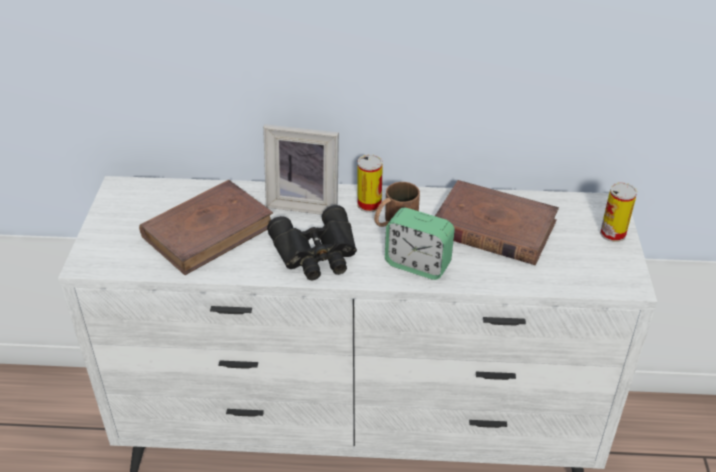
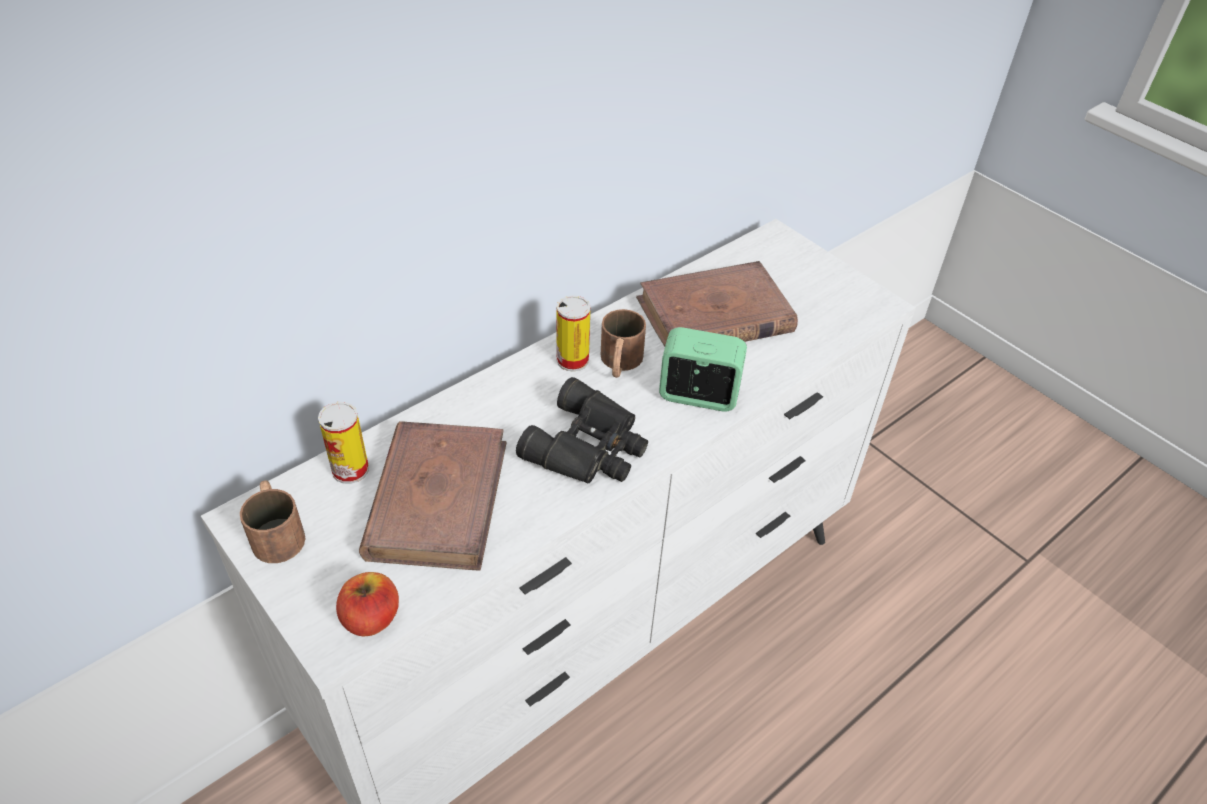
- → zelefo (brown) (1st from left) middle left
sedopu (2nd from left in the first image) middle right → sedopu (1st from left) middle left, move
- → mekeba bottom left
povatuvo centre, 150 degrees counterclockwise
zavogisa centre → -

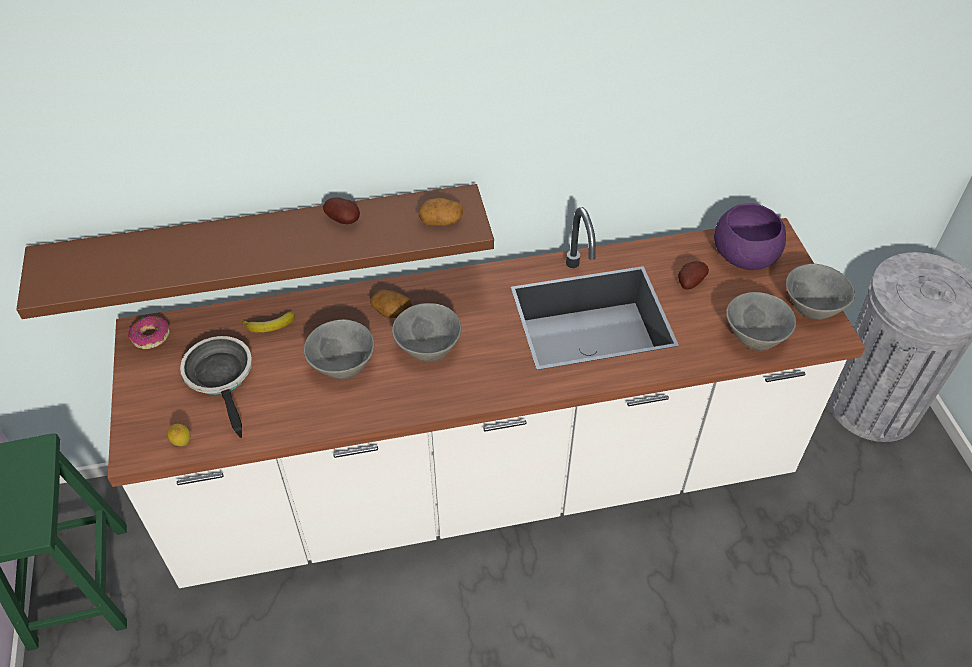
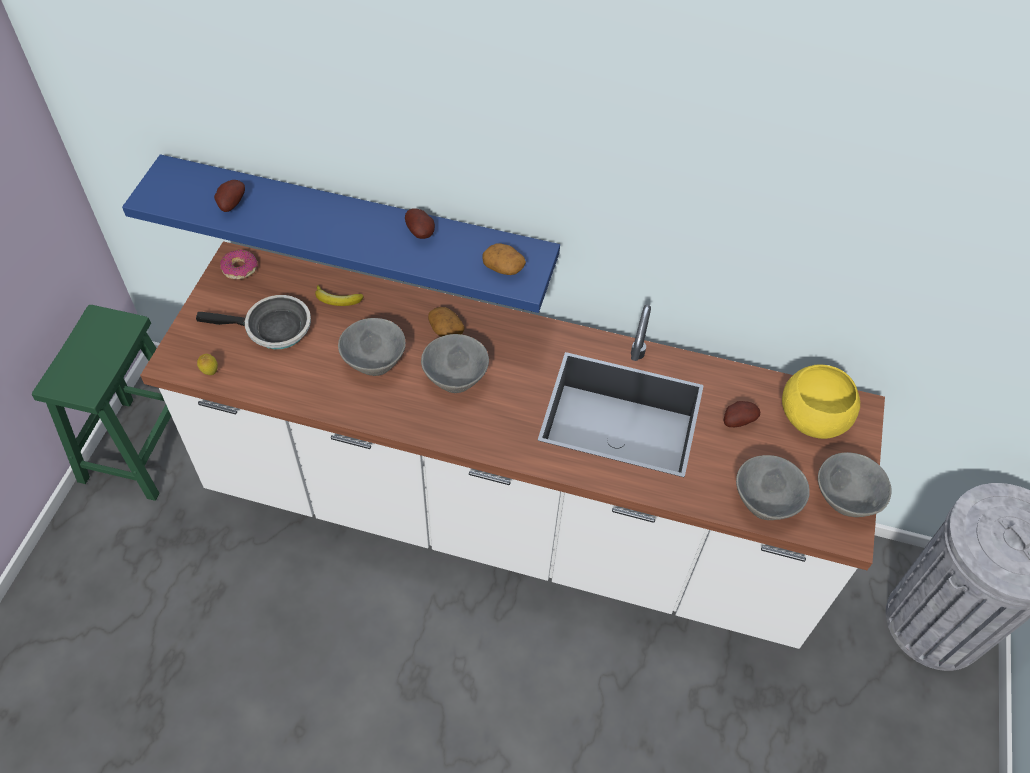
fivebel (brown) middle left → fivebel (blue) top left
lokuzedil middle left, 90 degrees clockwise
- → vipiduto (1st from left) top left
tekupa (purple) middle right → tekupa (yellow) middle right

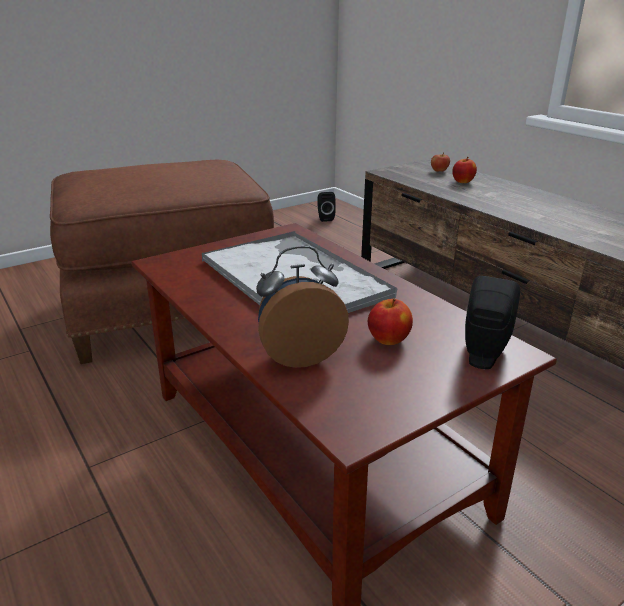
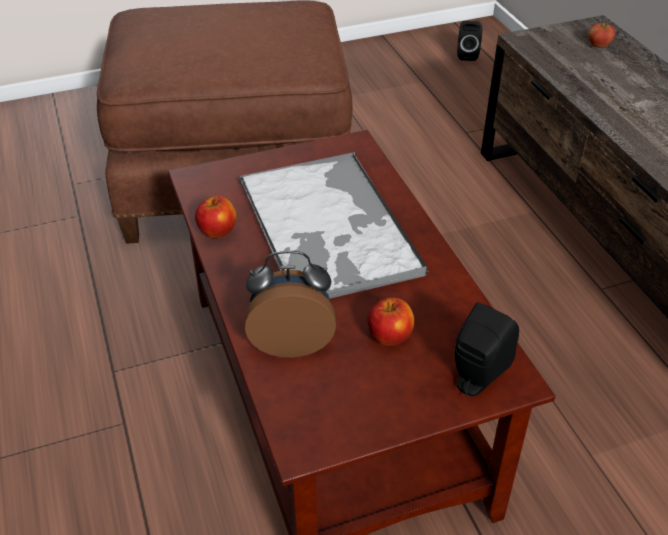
mekeba (3rd from left in the first image) top right → mekeba (1st from left) middle left, move

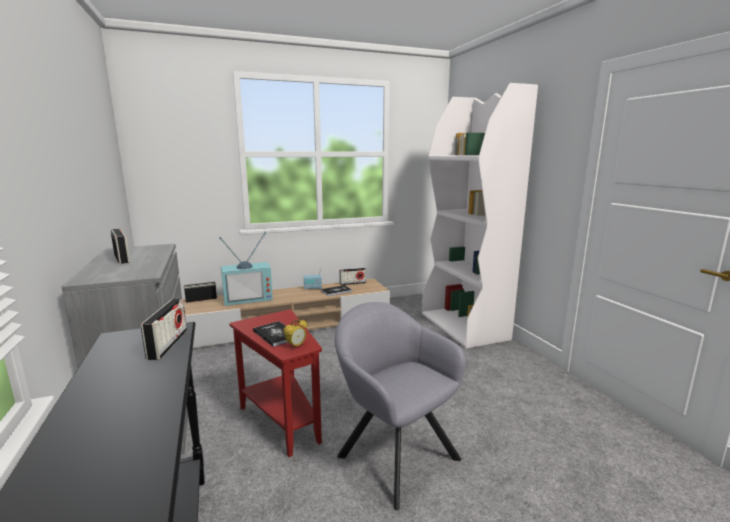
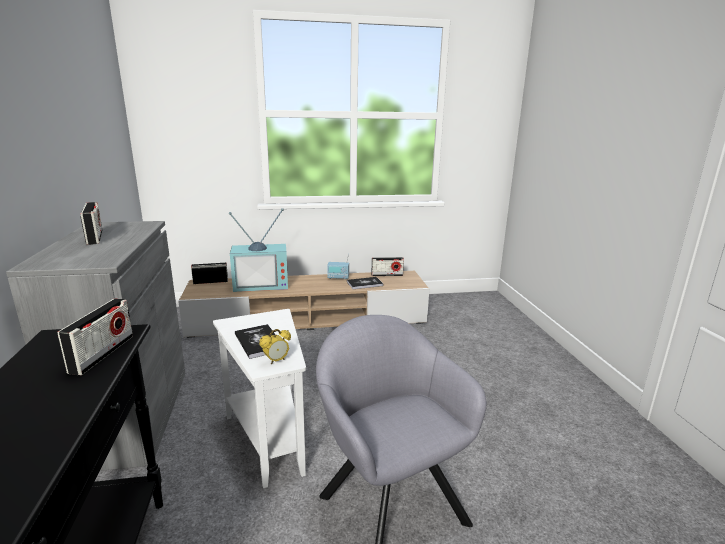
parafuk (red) bottom centre → parafuk (white) bottom centre
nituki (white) centre → -

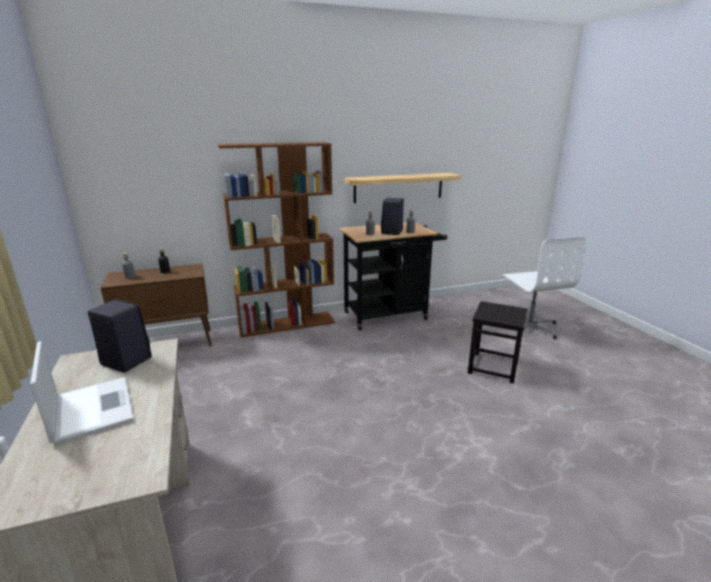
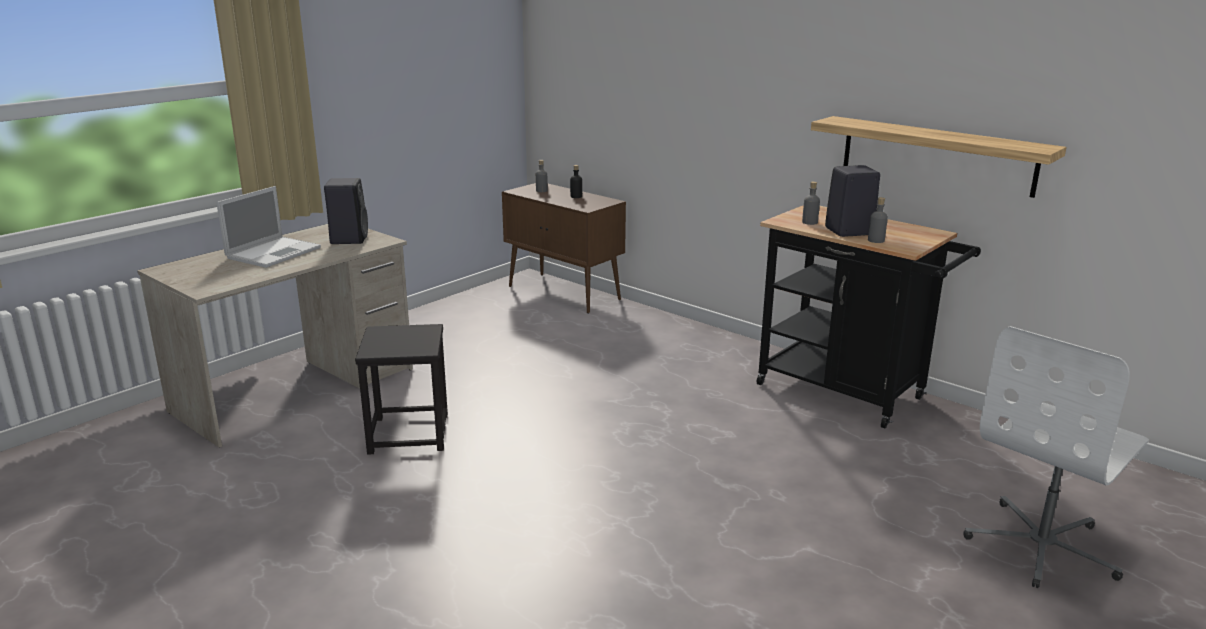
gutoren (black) middle right → gutoren (black) middle left, move
nituki (brown) centre → -

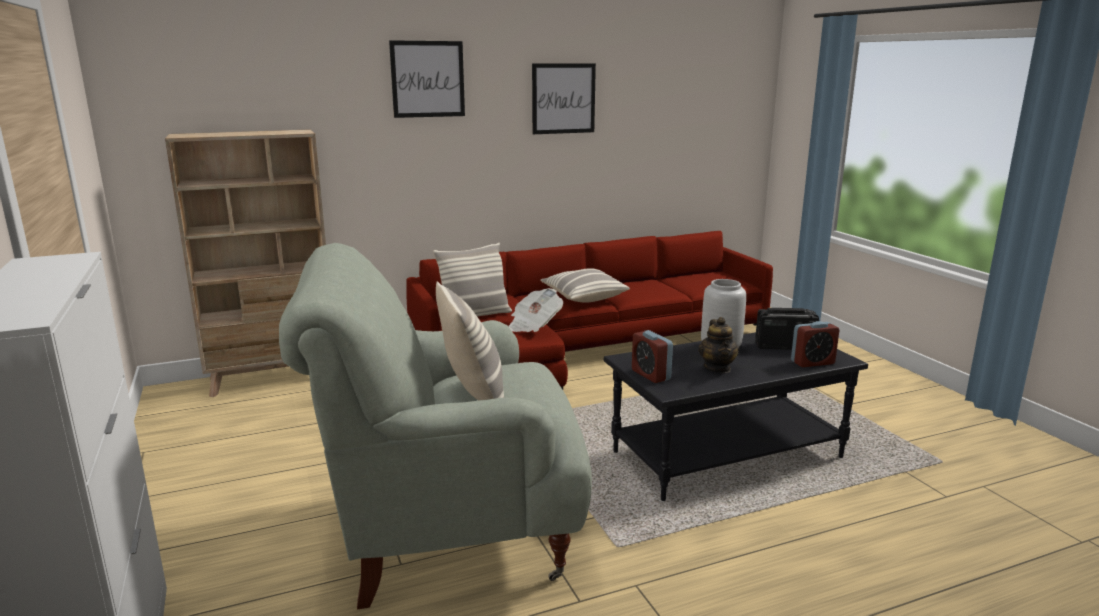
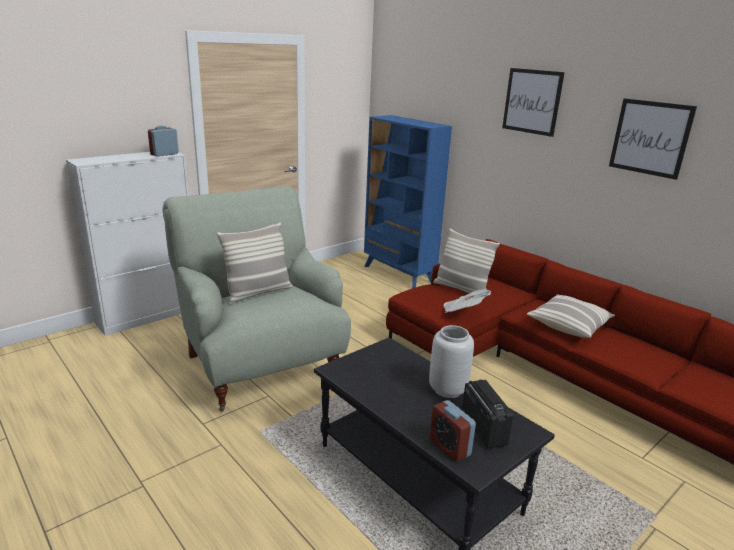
povatuvo (1st from left) centre → povatuvo (1st from left) top left, move
nituki (beige) middle left → nituki (blue) centre
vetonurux centre → -

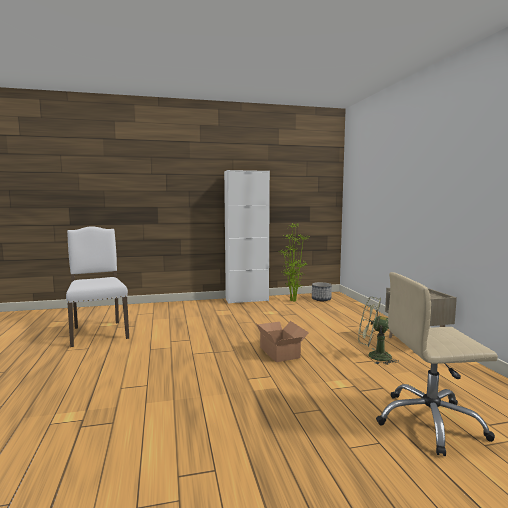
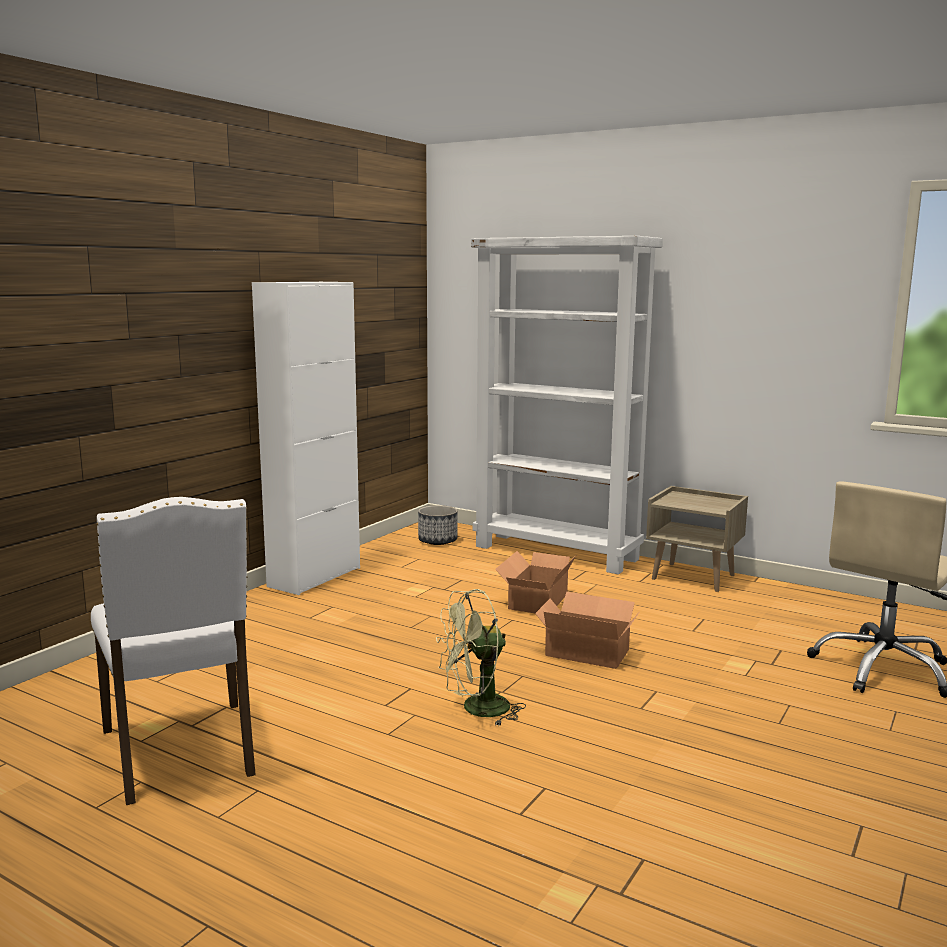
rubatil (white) middle left → rubatil (white) bottom left, 135 degrees counterclockwise
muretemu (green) middle right → muretemu (green) bottom centre, move
- → nituki (white) centre
- → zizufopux (1st from left) centre
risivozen centre → -

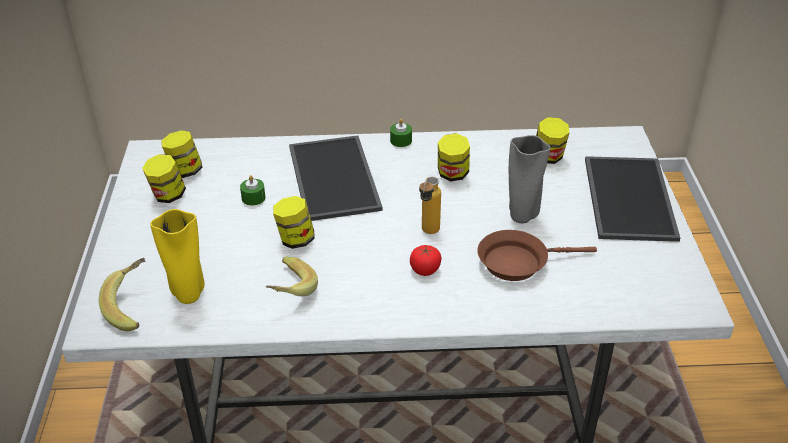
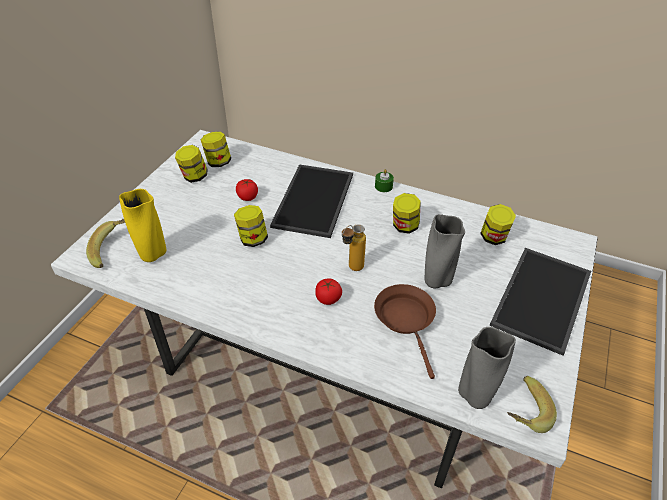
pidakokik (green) (1st from left) middle left → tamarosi (1st from left) centre
lokuzedil (brown) middle right → lokuzedil (brown) centre, 60 degrees clockwise
- → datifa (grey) (2nd from left) bottom right
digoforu (2nd from left) centre → digoforu (2nd from left) bottom right, move

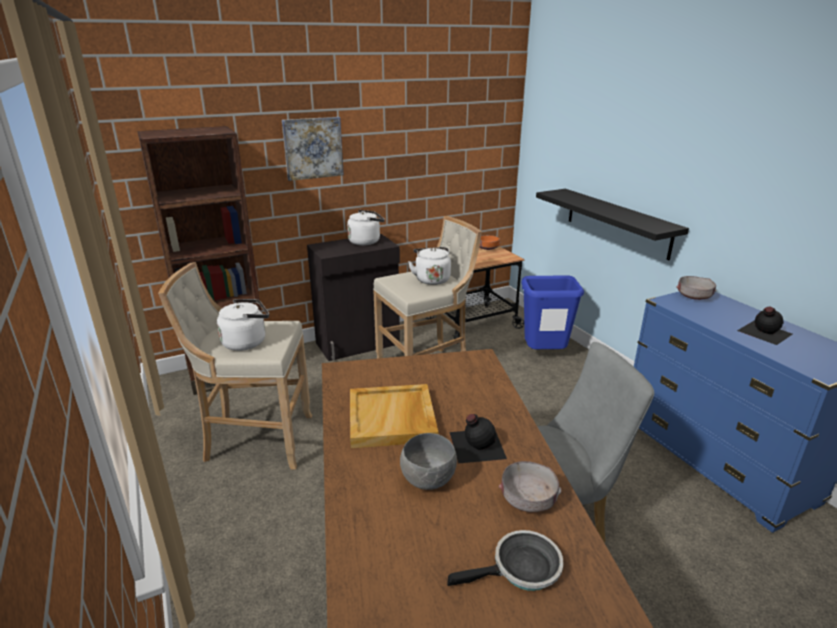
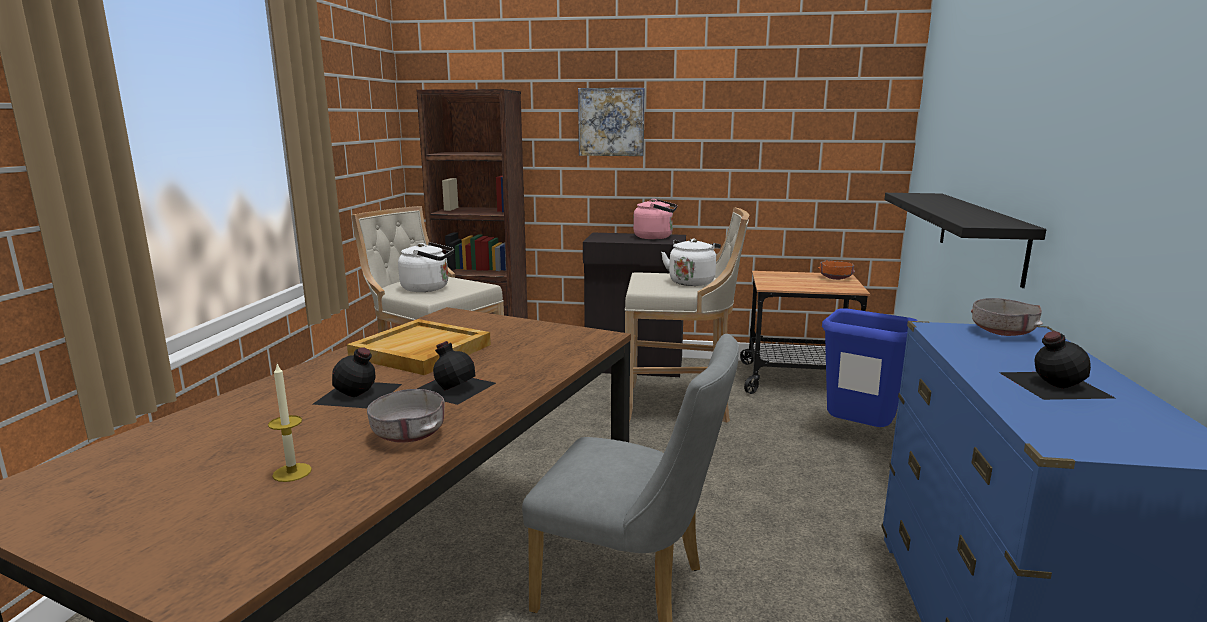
lokuzedil bottom centre → pidakokik bottom left
tekupa (grey) (1st from left) bottom centre → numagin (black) (1st from left) middle left
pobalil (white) (2nd from left) centre → pobalil (pink) centre

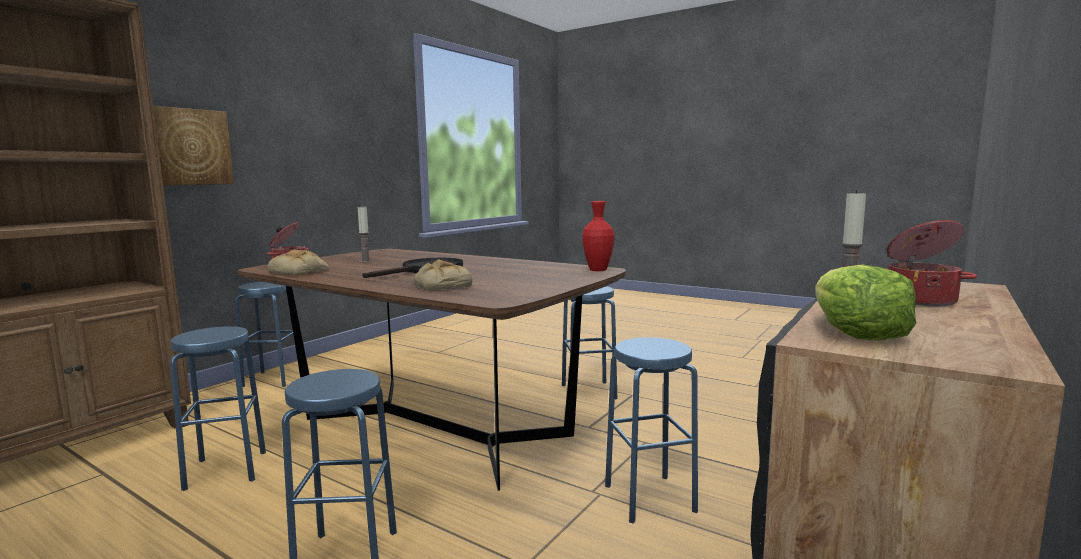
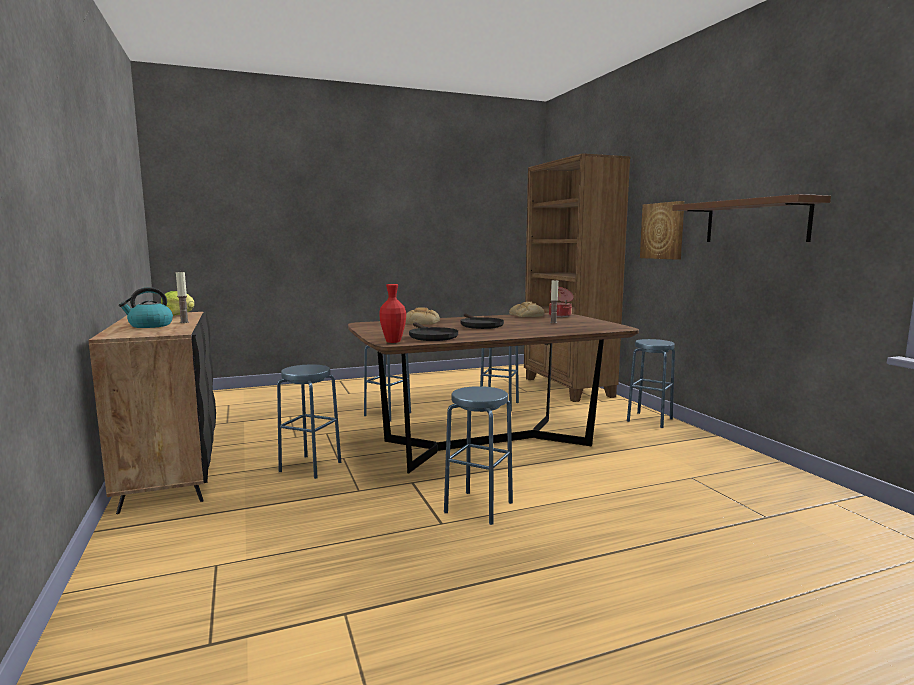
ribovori (2nd from left) middle right → pobalil middle left
- → lokuzedil (black) (1st from left) centre
- → fivebel (brown) top right

